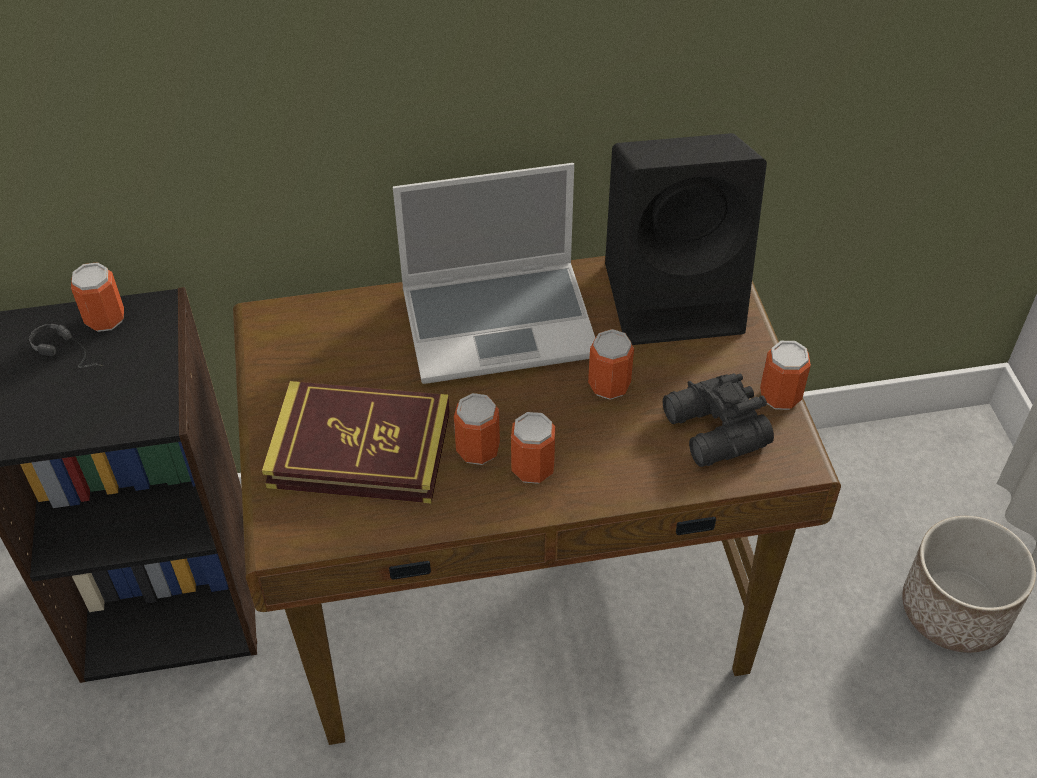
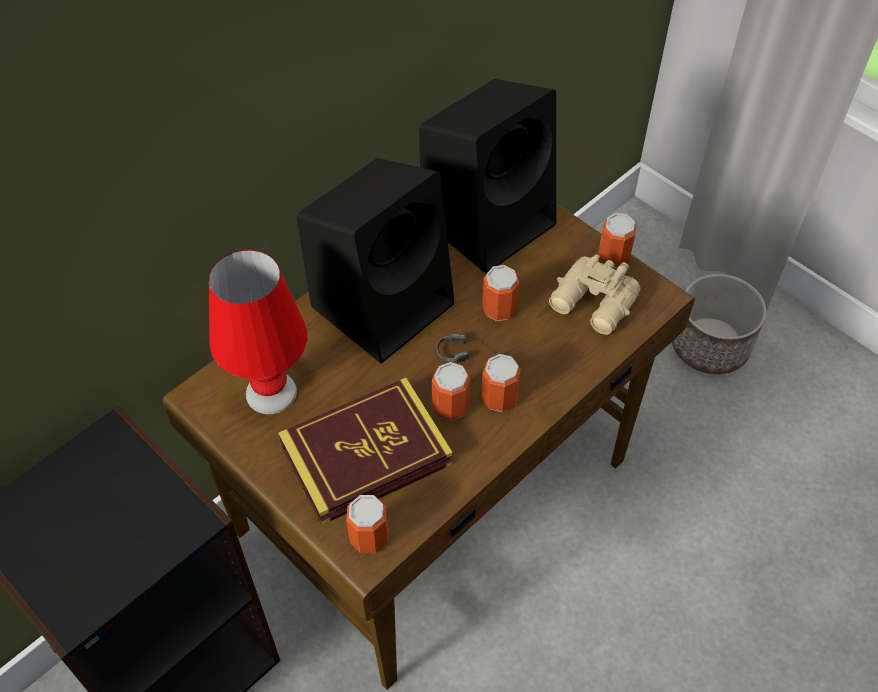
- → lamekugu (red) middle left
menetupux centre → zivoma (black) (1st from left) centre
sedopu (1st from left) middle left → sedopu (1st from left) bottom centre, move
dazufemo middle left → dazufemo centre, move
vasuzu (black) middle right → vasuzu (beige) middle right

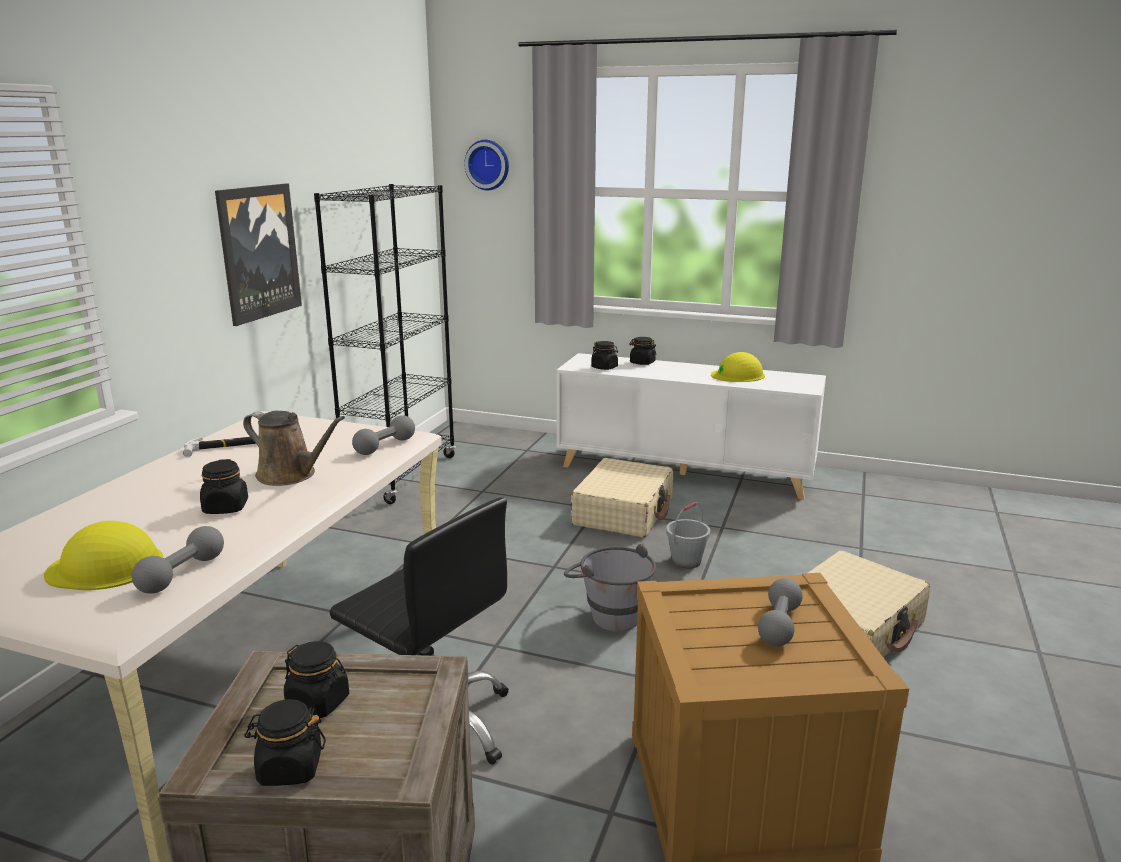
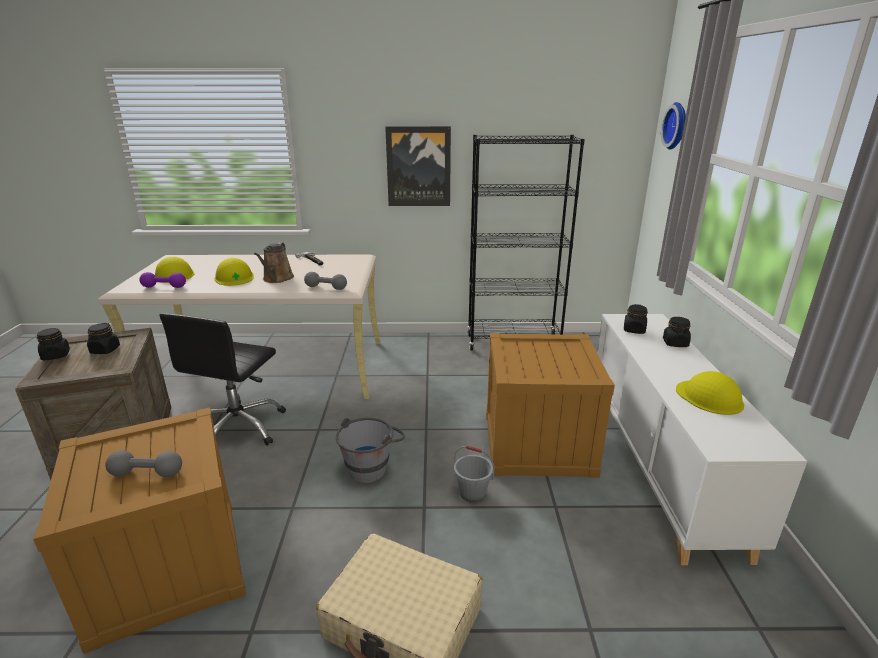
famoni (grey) (1st from left) middle left → famoni (purple) middle left
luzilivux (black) (1st from left) middle left → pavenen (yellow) (2nd from left) middle left
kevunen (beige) (1st from left) centre → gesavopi (3rd from left) centre

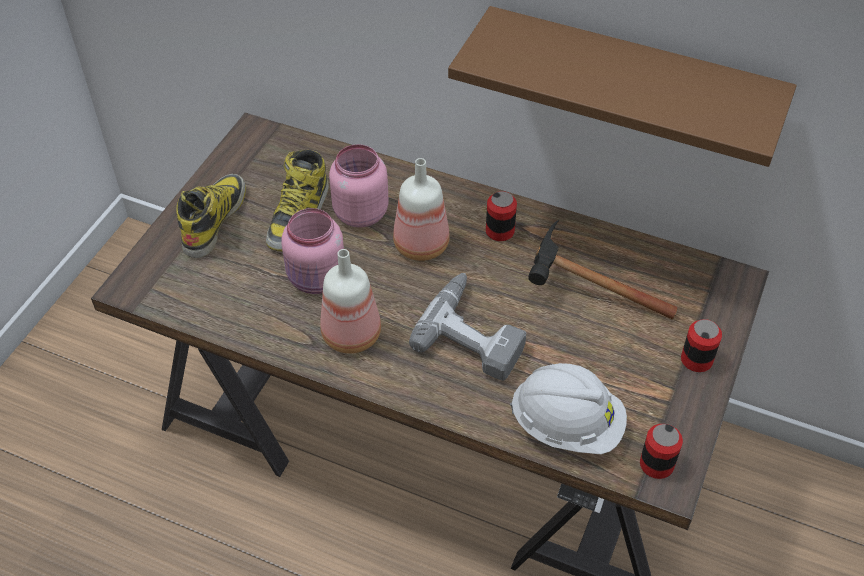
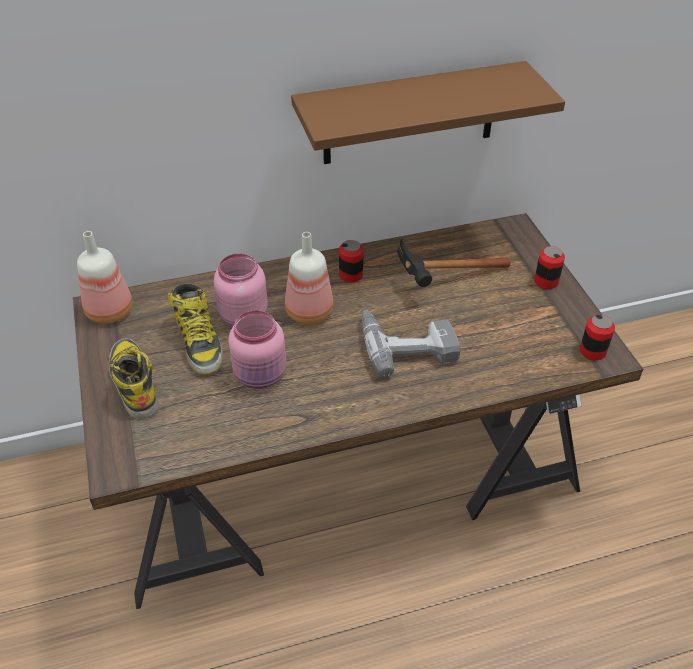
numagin (1st from left) centre → numagin (1st from left) middle left, move
pavenen (white) bottom centre → -

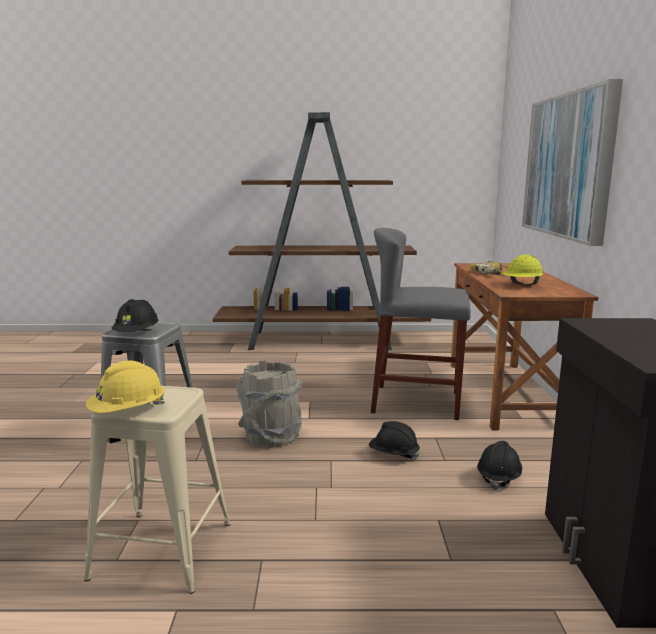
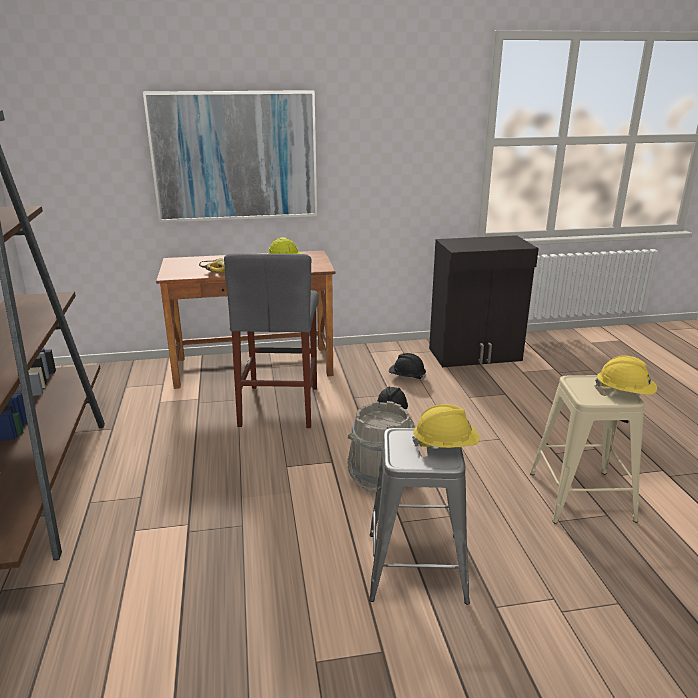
pavenen (black) (1st from left) middle left → pavenen (yellow) (2nd from left) centre

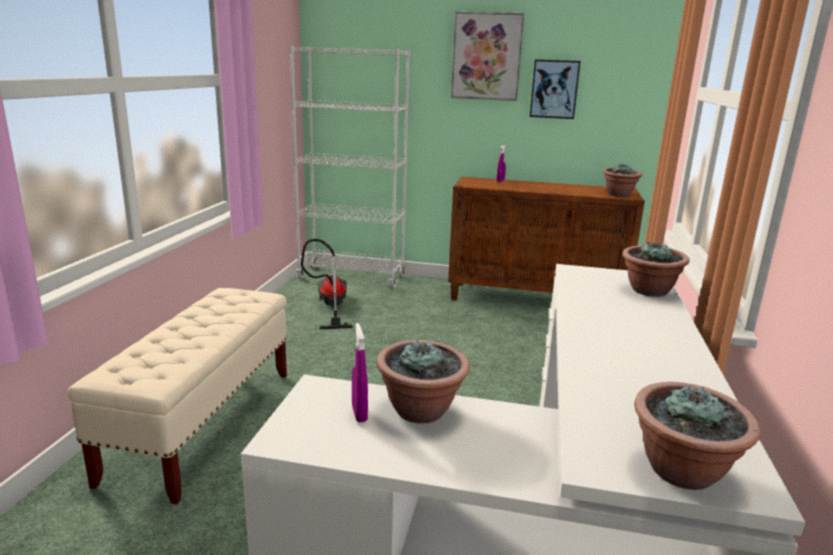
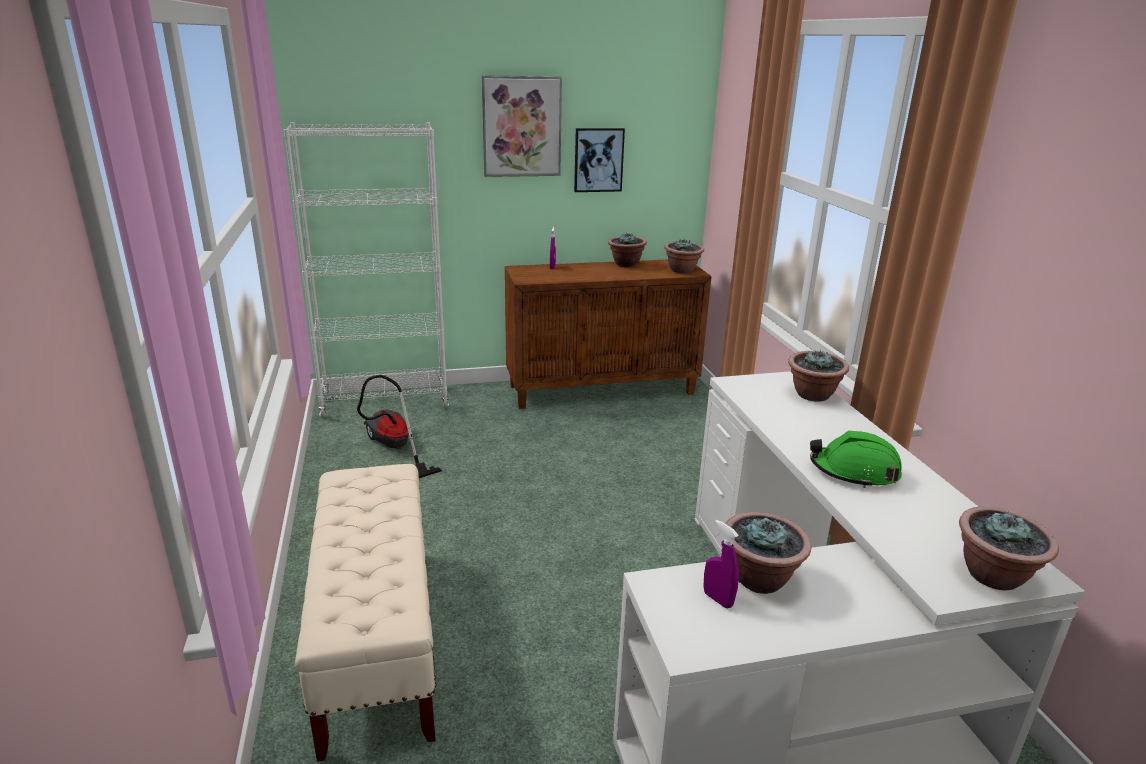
- → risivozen (1st from left) top centre
- → pavenen (green) middle right

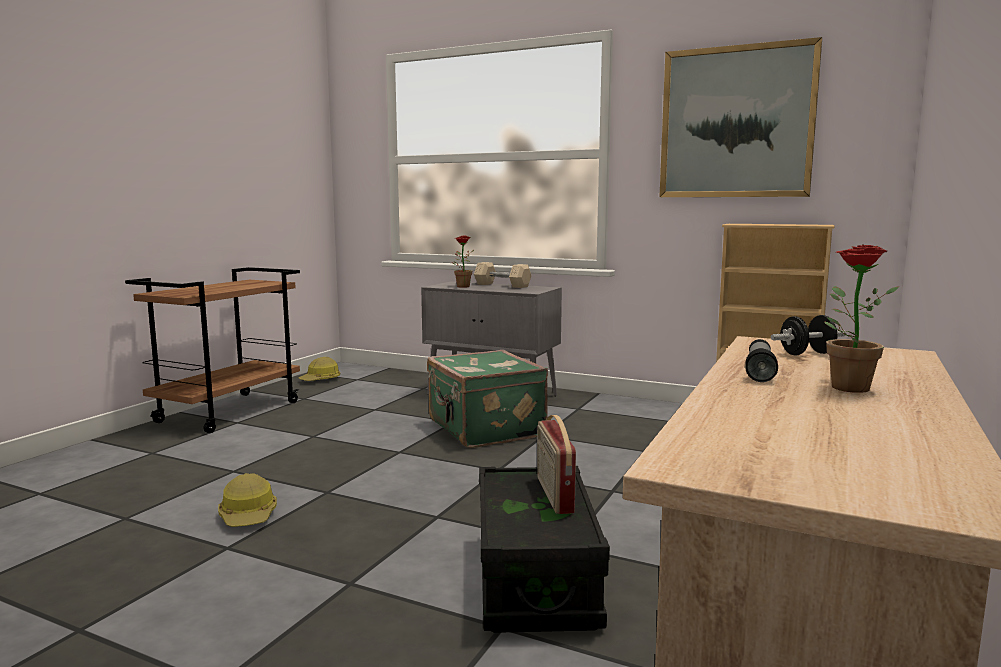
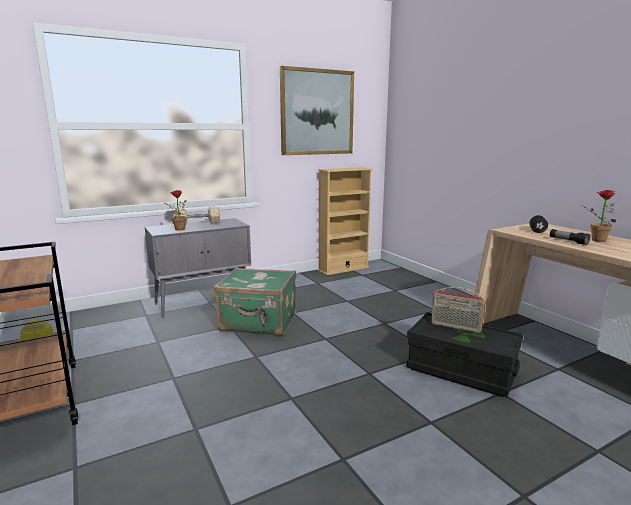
pavenen (1st from left) bottom left → -

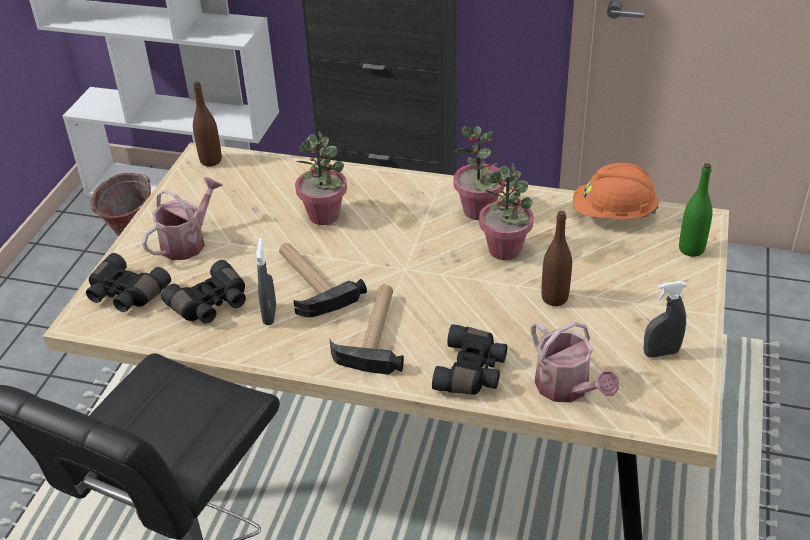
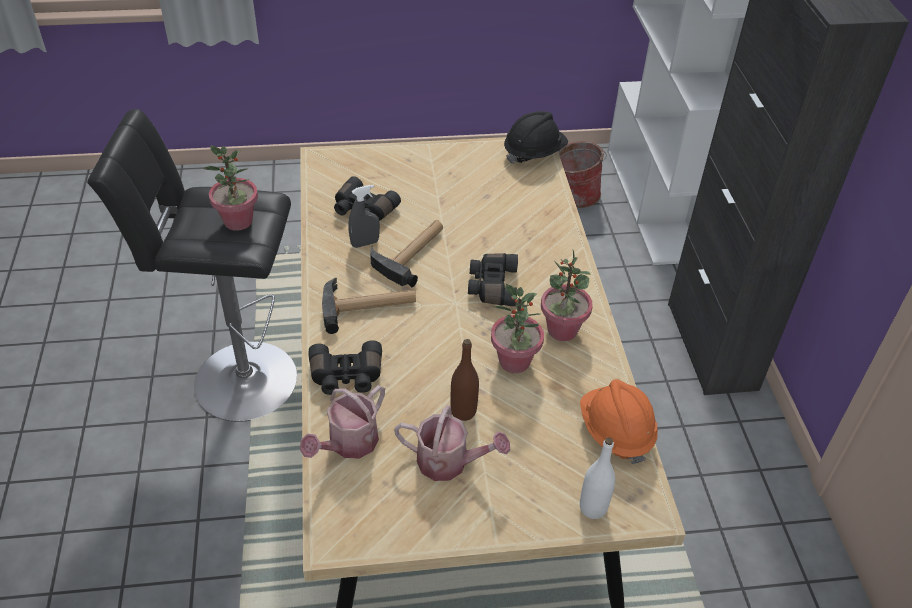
risivozen (1st from left) top centre → risivozen (1st from left) top left, move
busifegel (1st from left in the first image) middle left → busifegel (2nd from left) bottom centre, move
vasuzu (black) (1st from left in the first image) middle left → vasuzu (black) (3rd from left) centre, move
numagin (brown) (1st from left) top left → pavenen (black) top centre
numagin (green) middle right → numagin (white) bottom centre
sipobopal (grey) (2nd from left) middle right → -

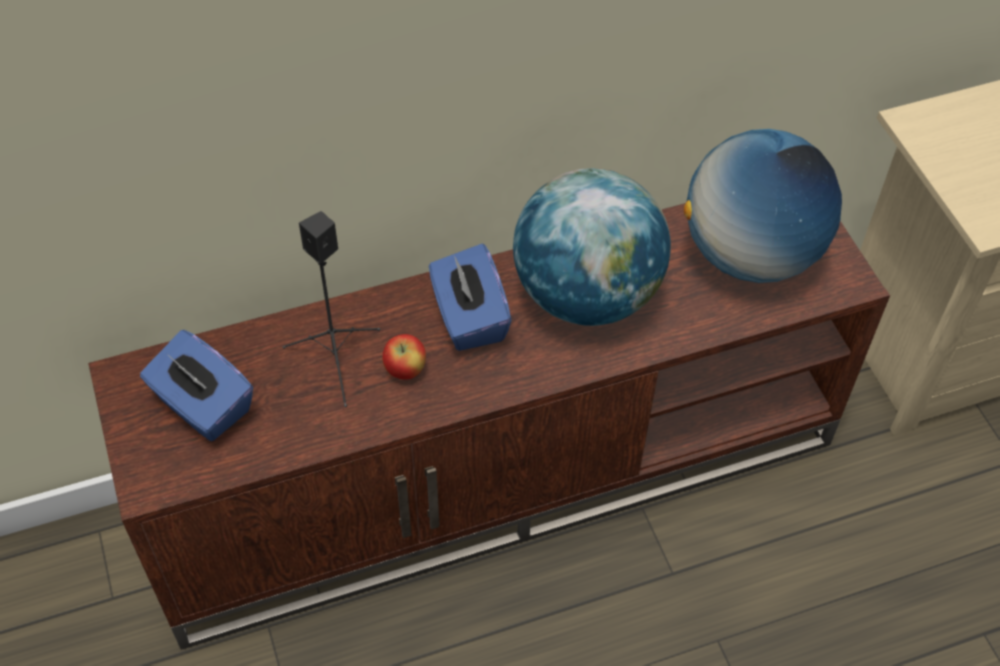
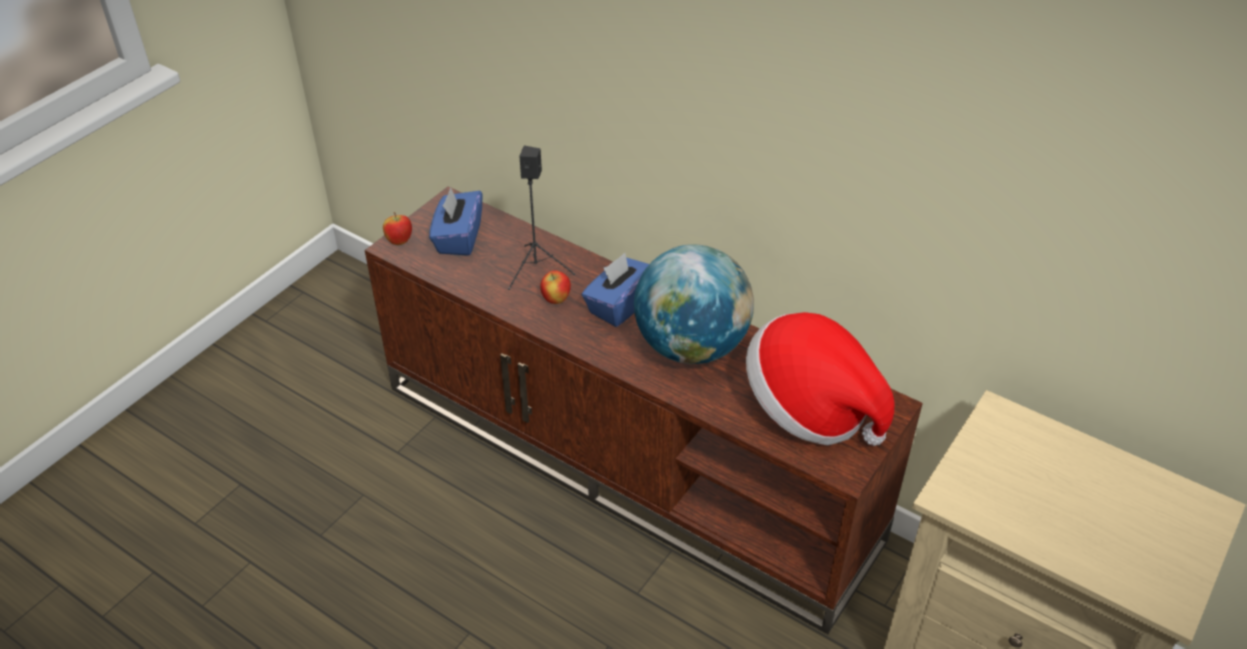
- → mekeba (1st from left) middle left
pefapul (2nd from left) top right → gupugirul centre

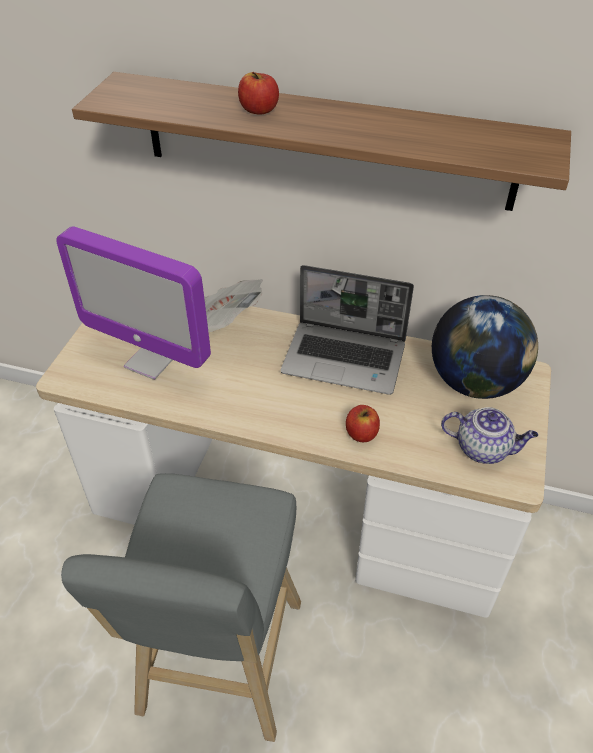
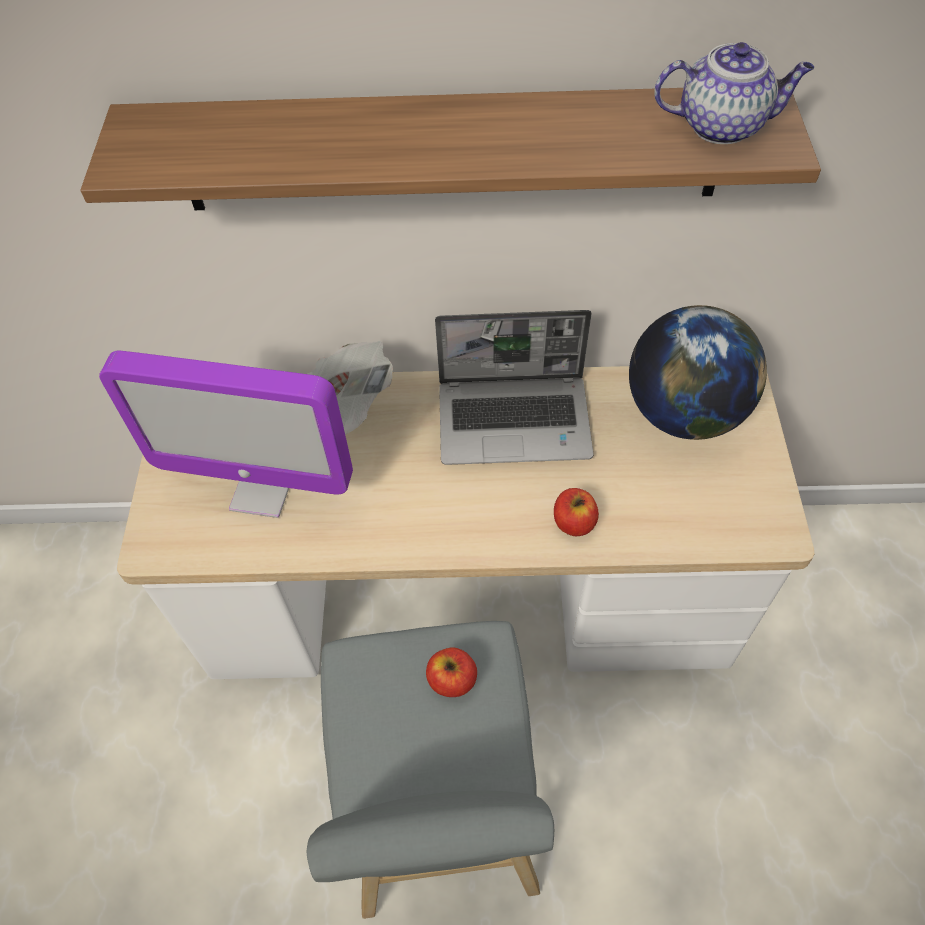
mekeba (1st from left) top centre → mekeba (1st from left) bottom centre, move
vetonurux middle right → vetonurux top right, move

